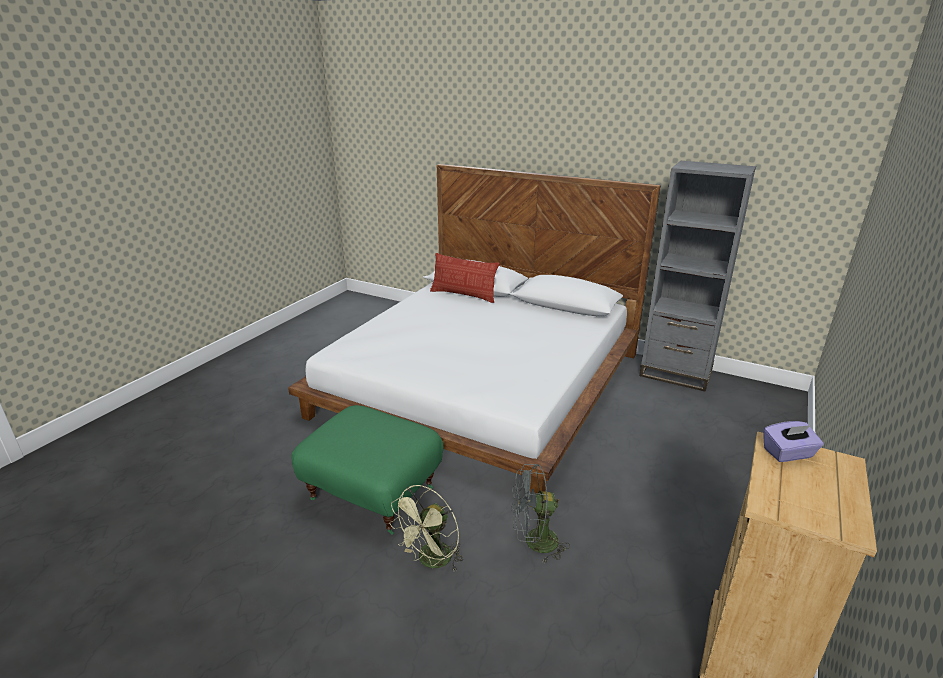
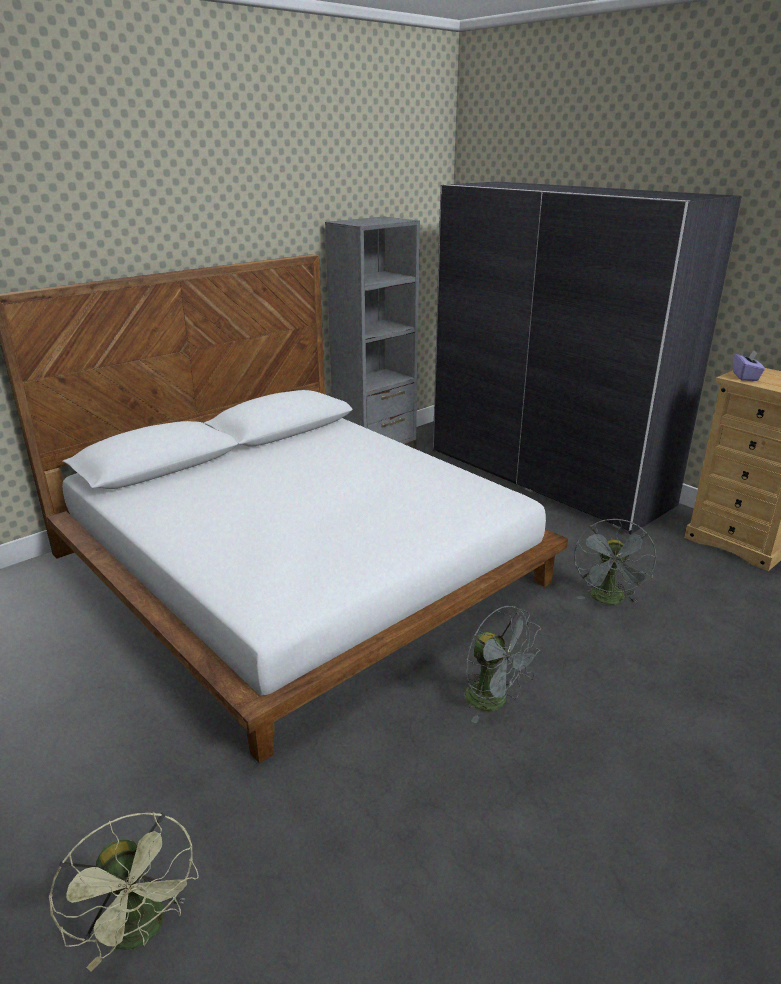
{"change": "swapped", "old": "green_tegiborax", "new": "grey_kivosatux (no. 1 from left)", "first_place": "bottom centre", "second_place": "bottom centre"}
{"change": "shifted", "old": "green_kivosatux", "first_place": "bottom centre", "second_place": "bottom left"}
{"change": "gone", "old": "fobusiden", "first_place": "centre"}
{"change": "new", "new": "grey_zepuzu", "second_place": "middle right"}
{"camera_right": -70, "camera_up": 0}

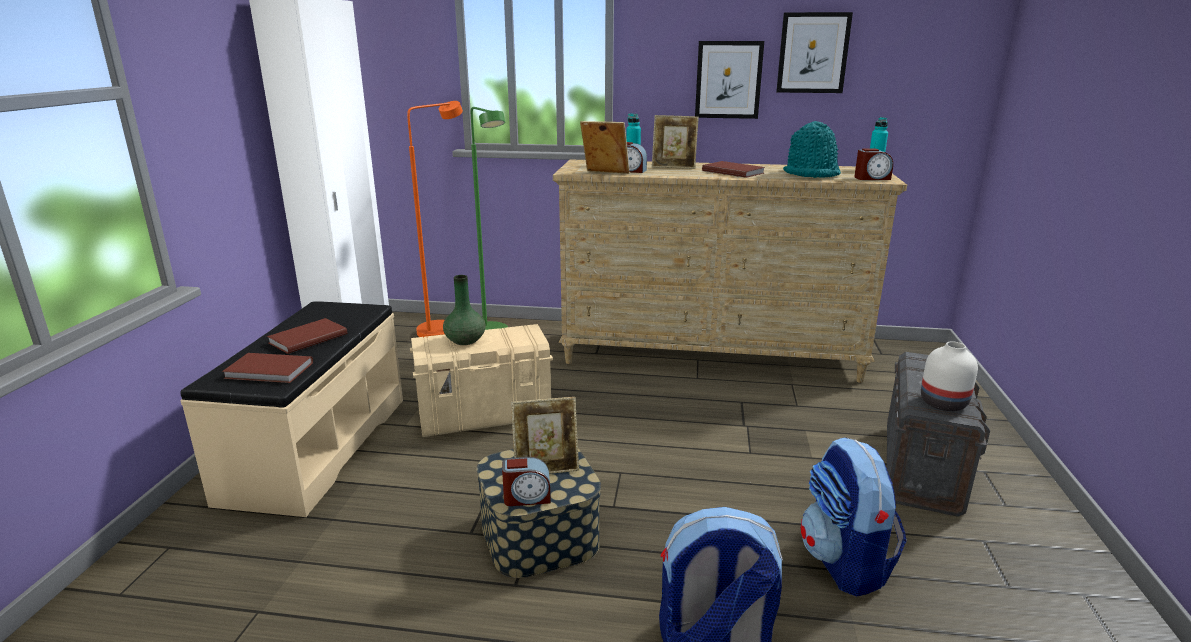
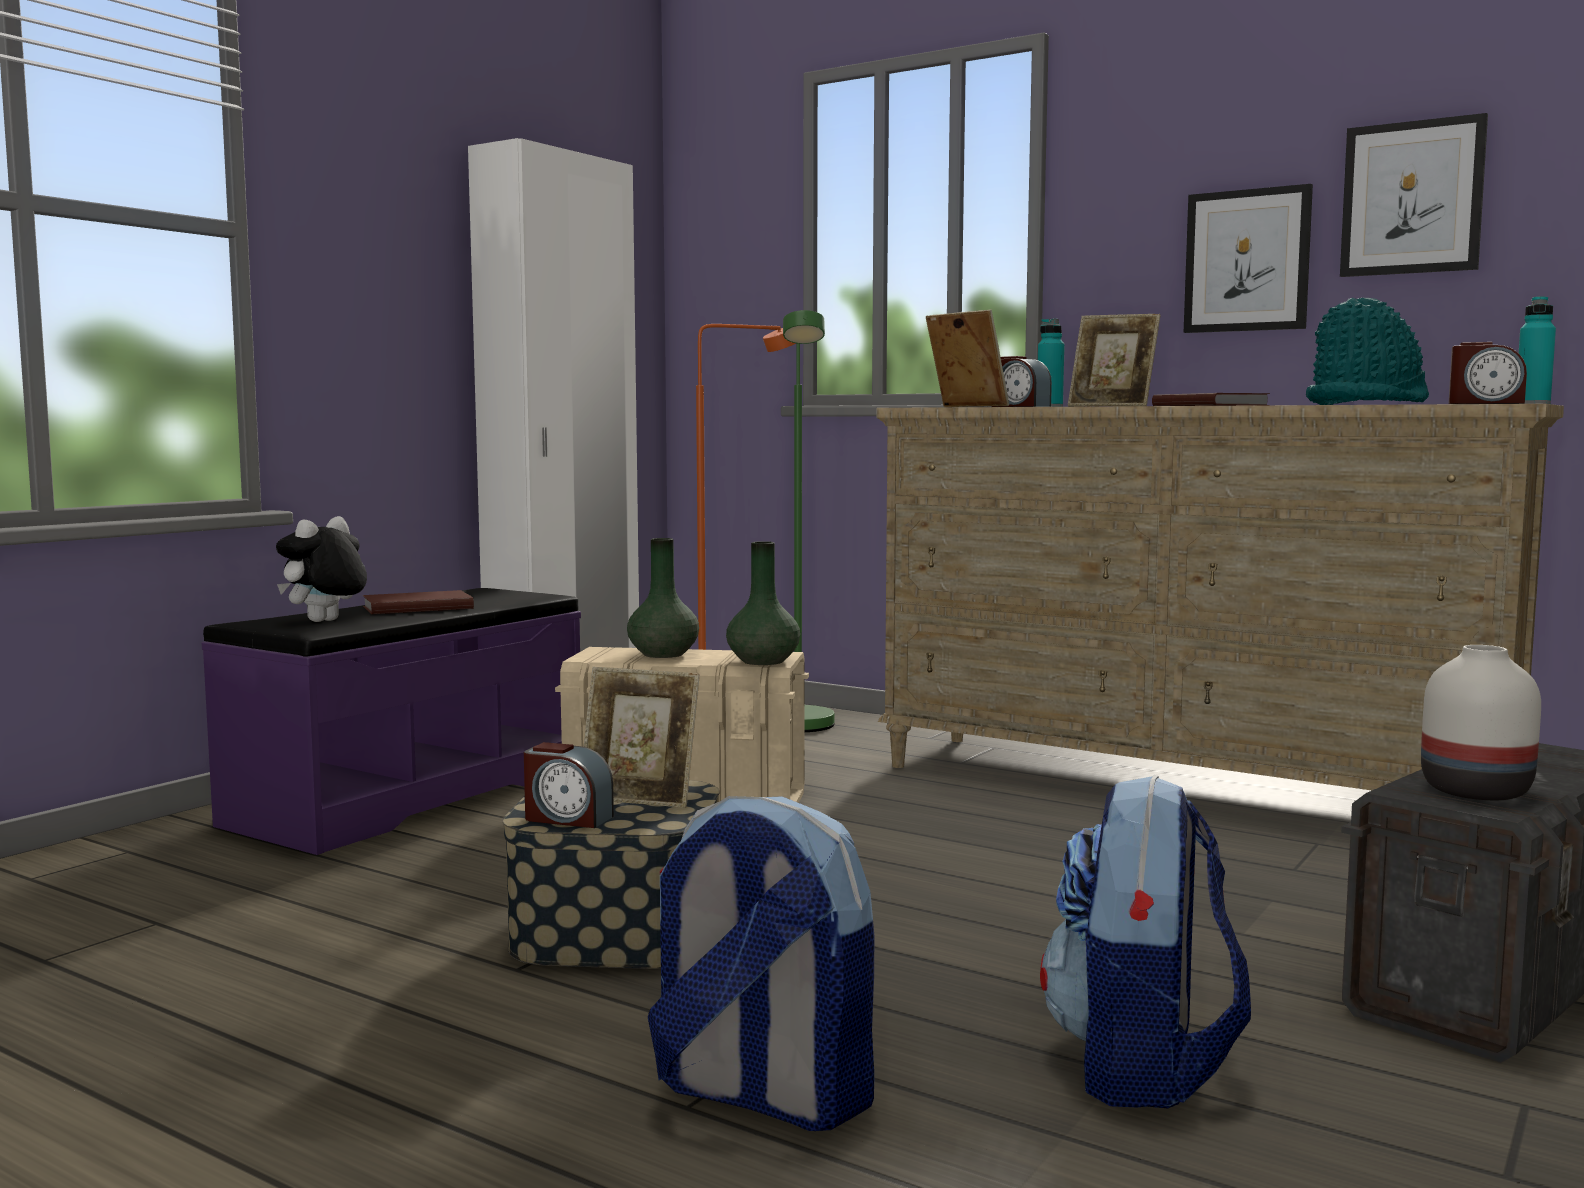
{"change": "repainted", "old": "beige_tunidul", "new": "purple_tunidul", "first_place": "middle left", "second_place": "middle left"}
{"change": "swapped", "old": "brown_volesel (no. 1 from left)", "new": "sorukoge", "first_place": "middle left", "second_place": "middle left"}
{"change": "new", "new": "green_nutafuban (no. 2 from left)", "second_place": "centre"}
{"camera_right": 25, "camera_up": -15}

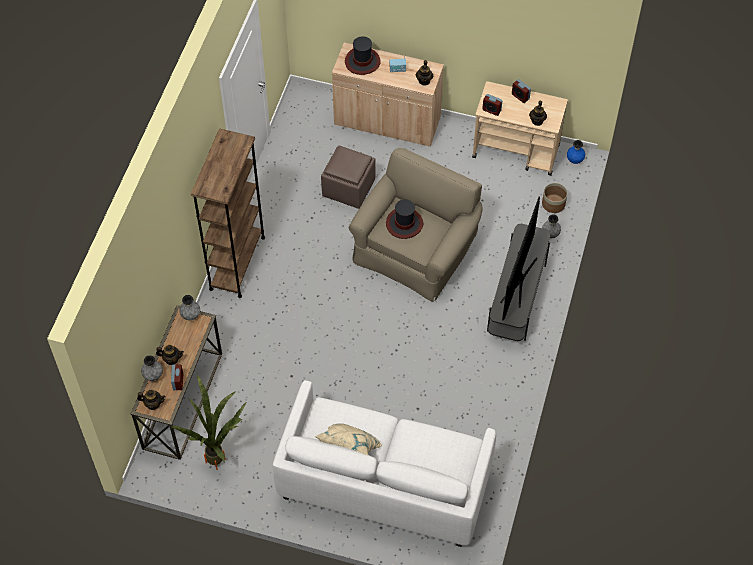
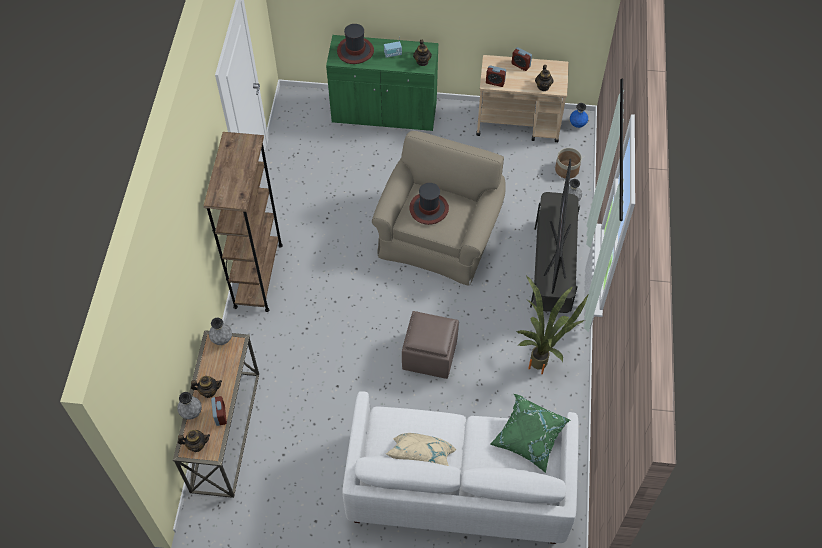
{"change": "shifted", "old": "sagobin", "first_place": "bottom left", "second_place": "middle right"}
{"change": "shifted", "old": "brown_tegiborax", "first_place": "top centre", "second_place": "centre"}
{"change": "repainted", "old": "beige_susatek", "new": "green_susatek", "first_place": "top centre", "second_place": "top centre"}
{"change": "new", "new": "green_fobusiden", "second_place": "bottom centre"}
{"camera_right": -10, "camera_up": 0}

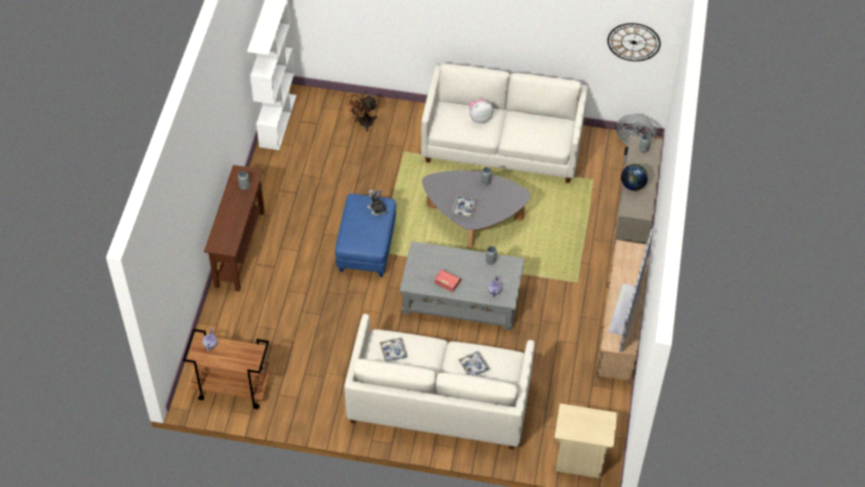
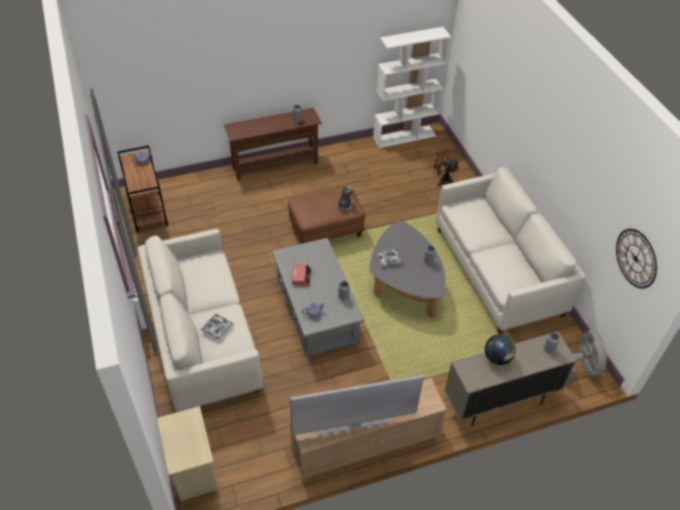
{"change": "repainted", "old": "blue_tegiborax", "new": "brown_tegiborax", "first_place": "centre", "second_place": "centre"}
{"change": "gone", "old": "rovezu (no. 1 from left)", "first_place": "bottom centre"}
{"change": "gone", "old": "sorukoge (no. 2 from left)", "first_place": "top centre"}
{"camera_right": 60, "camera_up": -5}

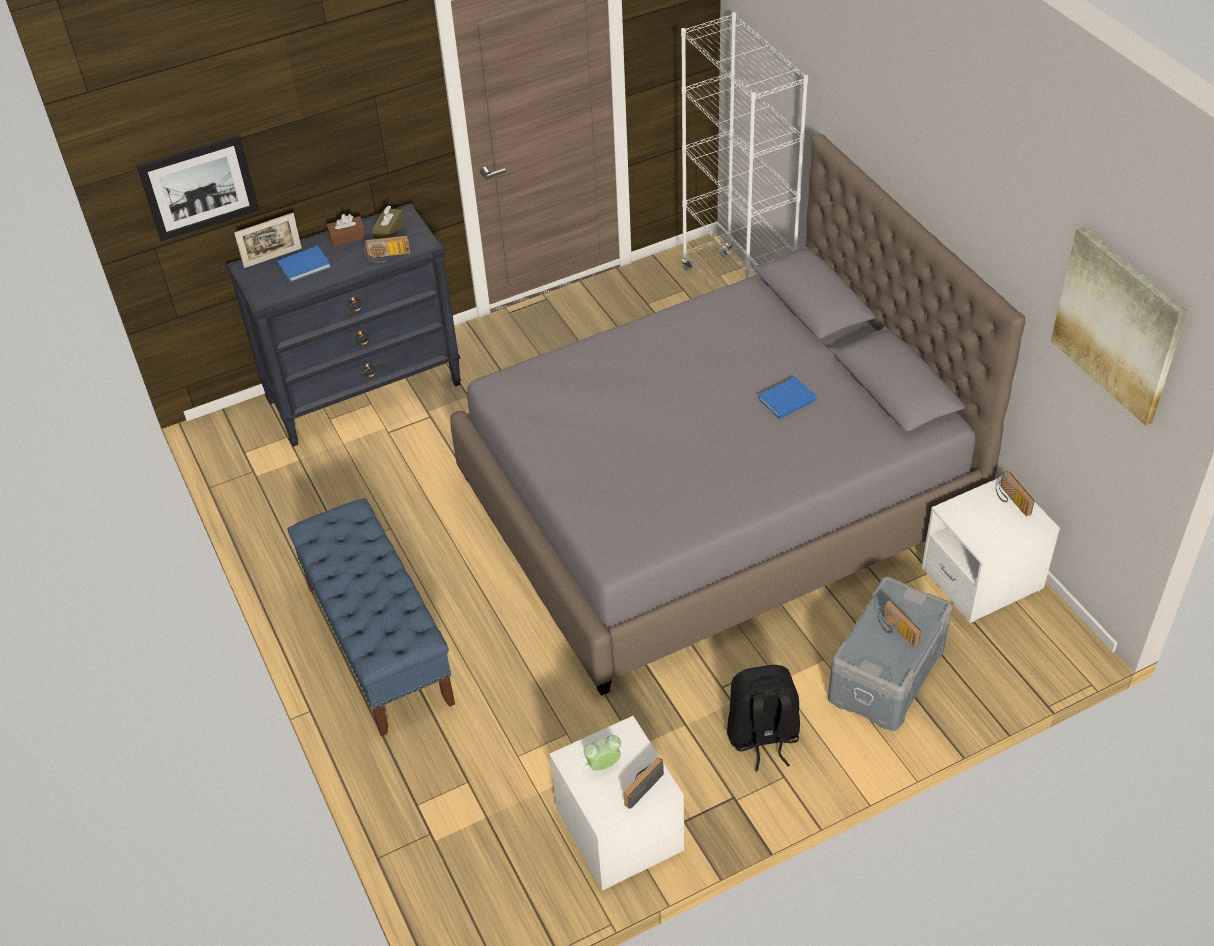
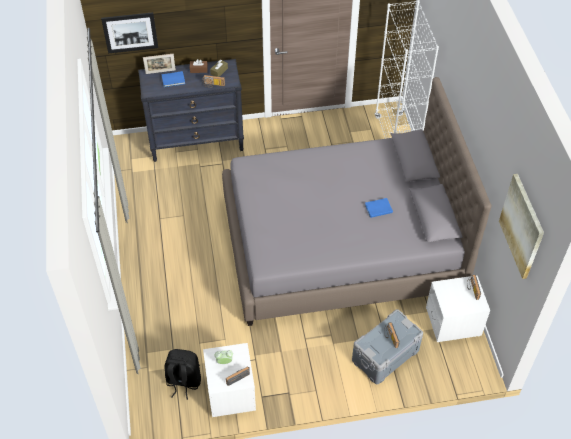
{"change": "gone", "old": "blue_tunidul", "first_place": "middle left"}
{"change": "shifted", "old": "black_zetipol", "first_place": "bottom centre", "second_place": "bottom left"}
{"camera_right": 15, "camera_up": 5}

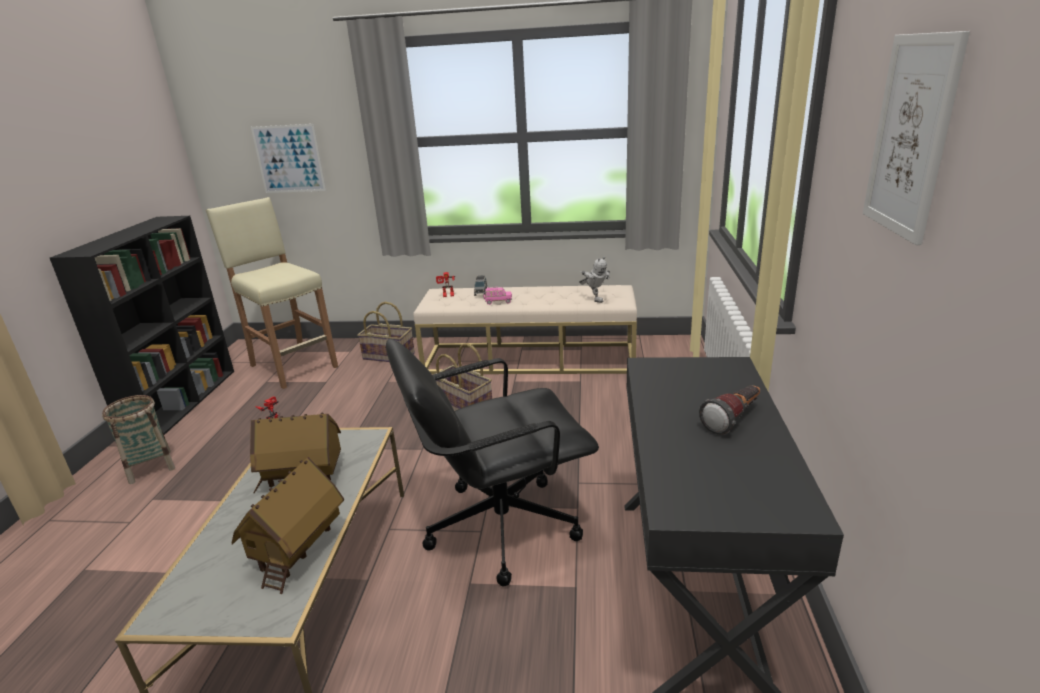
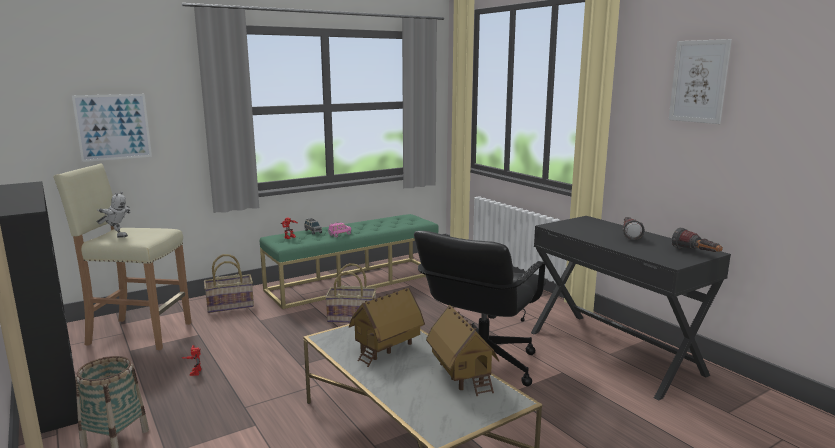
{"change": "repainted", "old": "beige_tunidul", "new": "green_tunidul", "first_place": "centre", "second_place": "centre"}
{"change": "shifted", "old": "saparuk (no. 3 from left in the first image)", "new": "saparuk (no. 1 from left)", "first_place": "centre", "second_place": "middle left"}
{"change": "new", "new": "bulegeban (no. 2 from left)", "second_place": "middle right"}
{"camera_right": -40, "camera_up": -10}

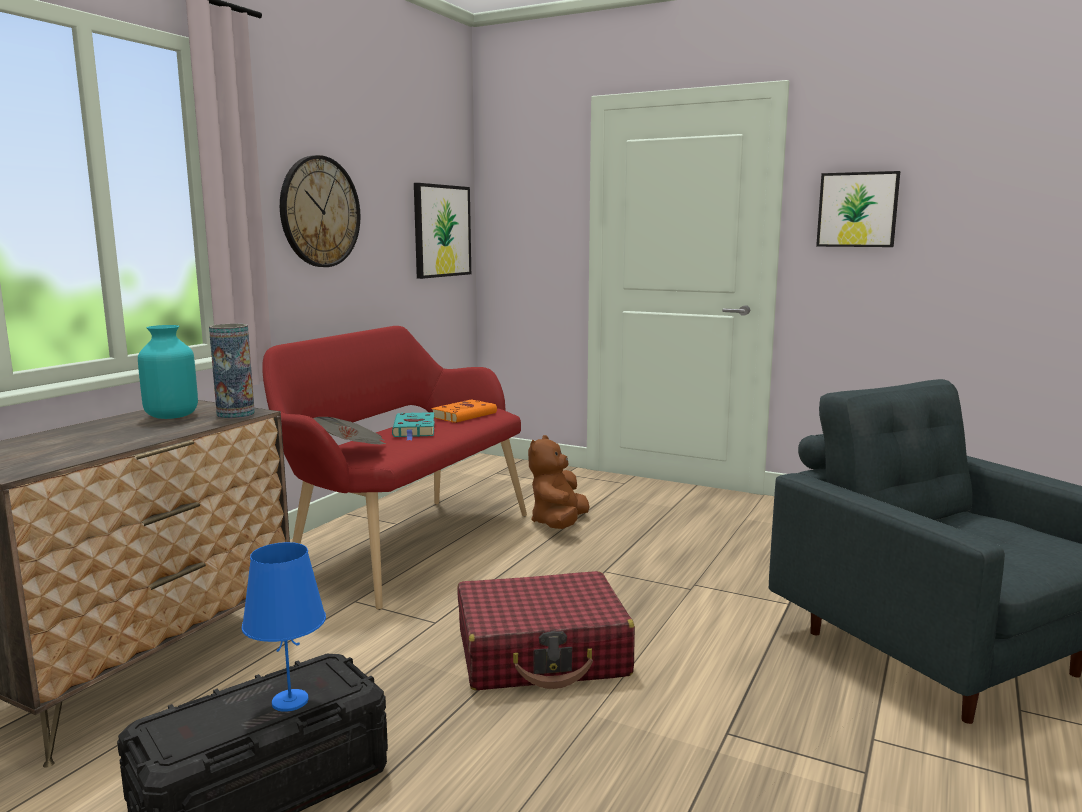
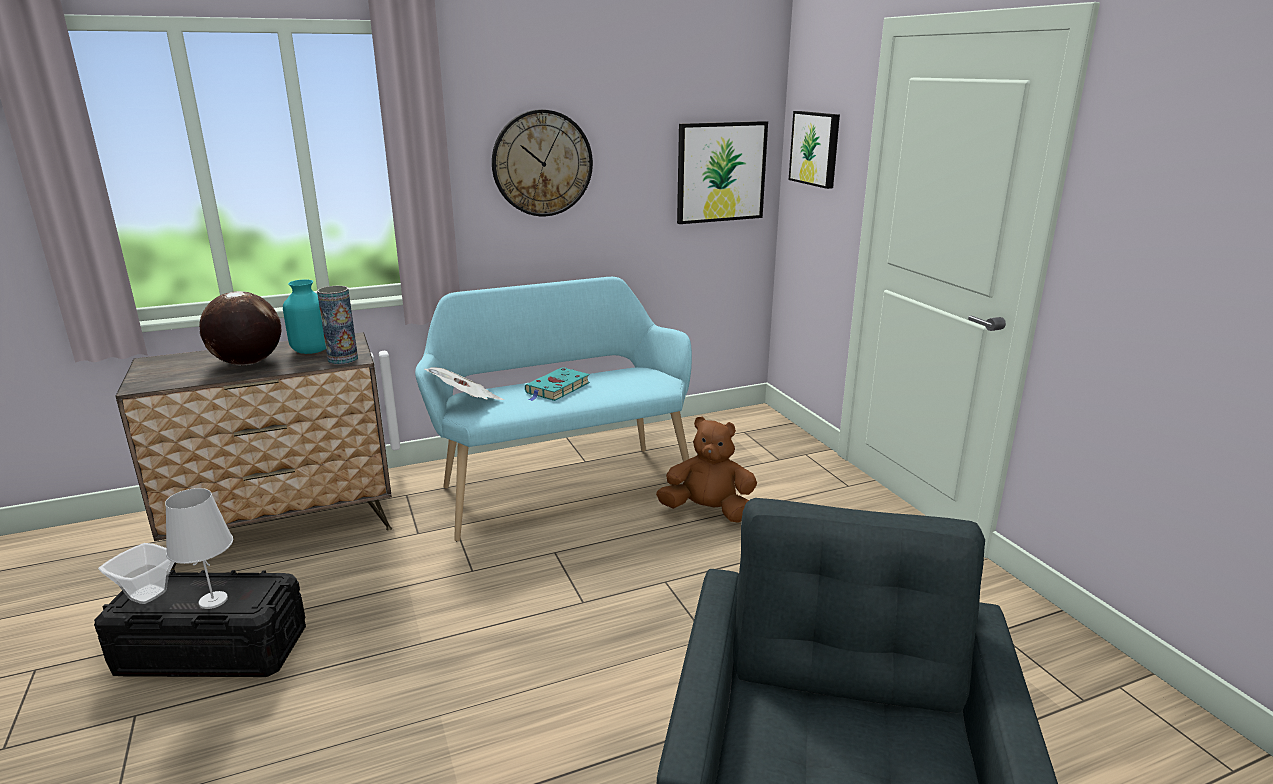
{"change": "repainted", "old": "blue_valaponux", "new": "white_valaponux", "first_place": "bottom left", "second_place": "bottom left"}
{"change": "repainted", "old": "red_tunidul", "new": "turquoise_tunidul", "first_place": "centre", "second_place": "centre"}
{"change": "gone", "old": "orange_volesel", "first_place": "centre"}
{"change": "gone", "old": "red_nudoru", "first_place": "bottom centre"}
{"change": "rotated", "old": "brown_sorukoge", "first_place": "centre", "second_place": "centre", "degrees": 45}
{"change": "shifted", "old": "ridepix (no. 2 from left)", "first_place": "top right", "second_place": "top centre"}
{"change": "new", "new": "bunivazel", "second_place": "bottom left"}
{"change": "new", "new": "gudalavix", "second_place": "middle left"}
{"camera_right": 40, "camera_up": 10}

